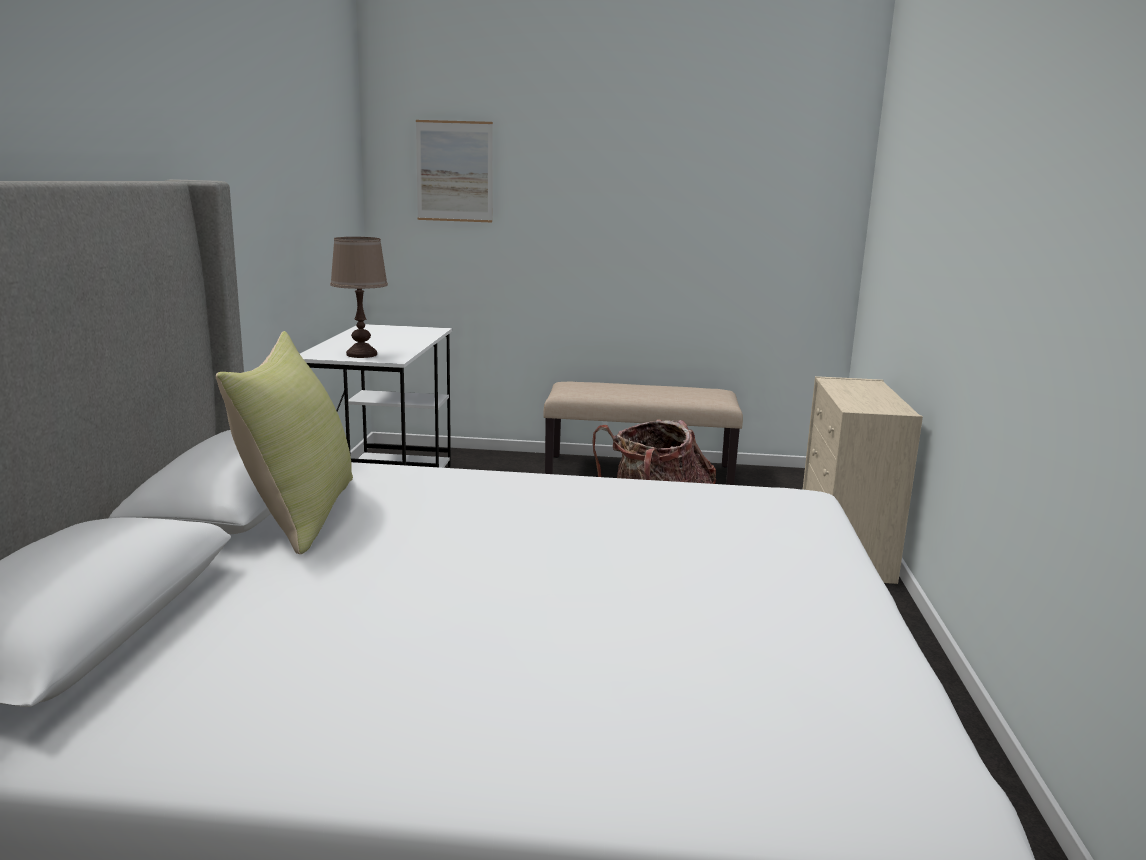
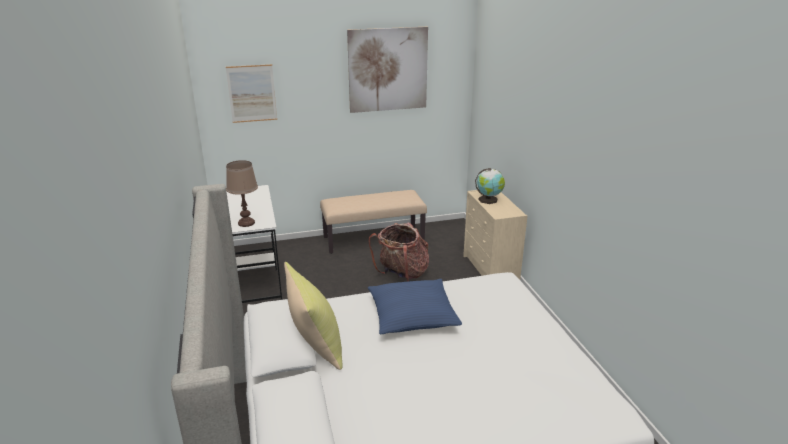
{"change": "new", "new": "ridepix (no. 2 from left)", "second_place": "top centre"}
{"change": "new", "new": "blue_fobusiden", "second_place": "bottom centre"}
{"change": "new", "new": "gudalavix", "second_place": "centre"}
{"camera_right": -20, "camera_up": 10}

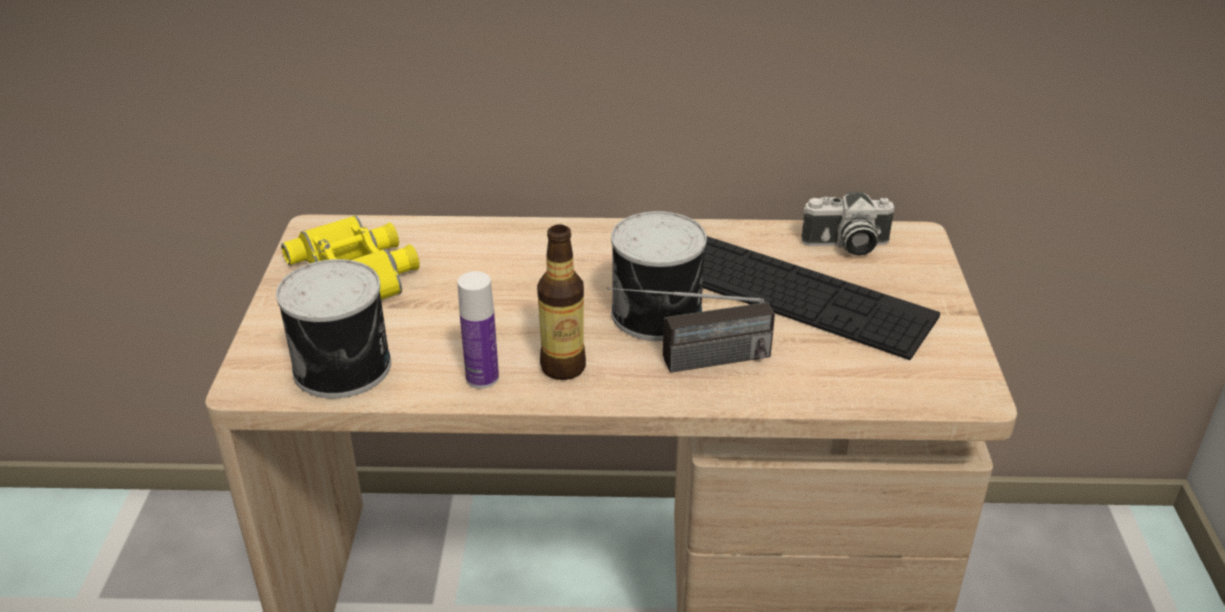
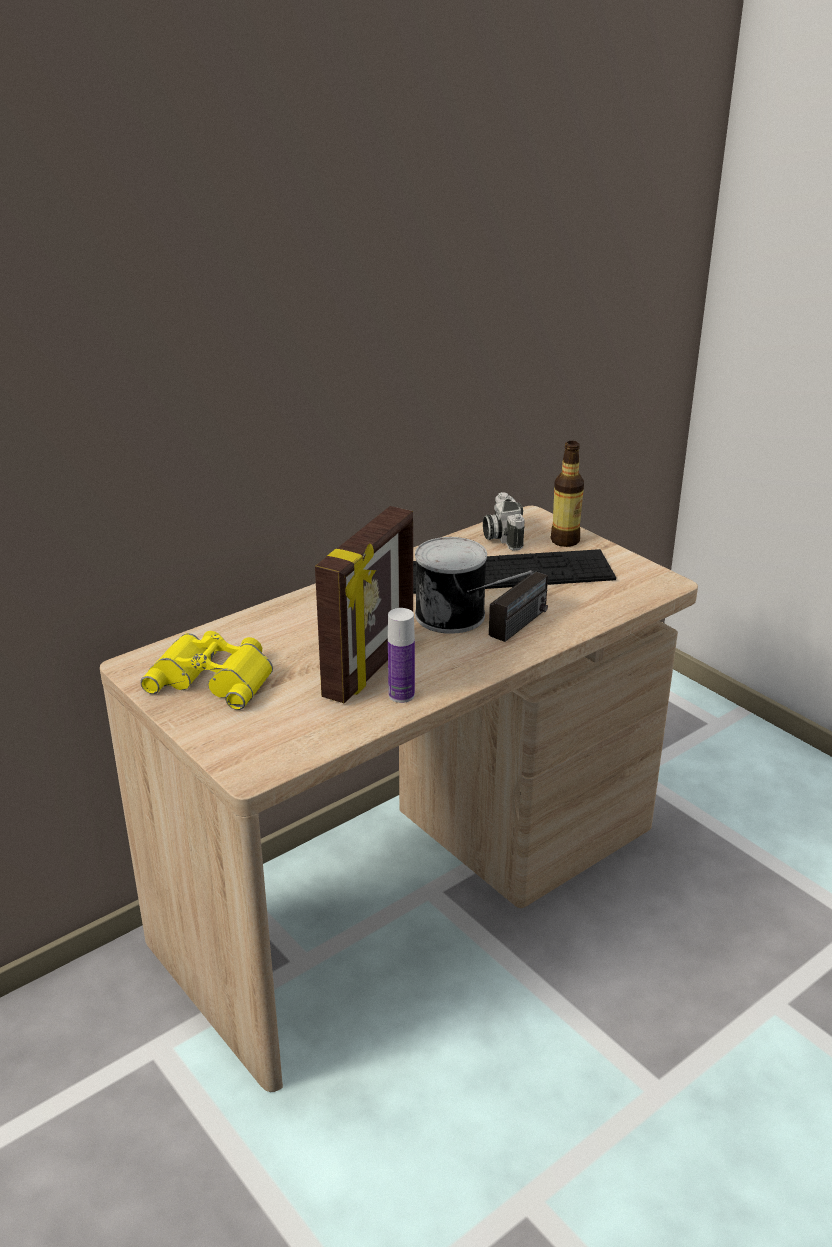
{"change": "gone", "old": "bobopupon (no. 1 from left)", "first_place": "middle left"}
{"change": "shifted", "old": "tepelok (no. 2 from left)", "first_place": "centre", "second_place": "middle right"}
{"change": "rotated", "old": "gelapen", "first_place": "middle right", "second_place": "centre", "degrees": 120}
{"change": "new", "new": "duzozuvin", "second_place": "centre"}
{"camera_right": -40, "camera_up": -5}

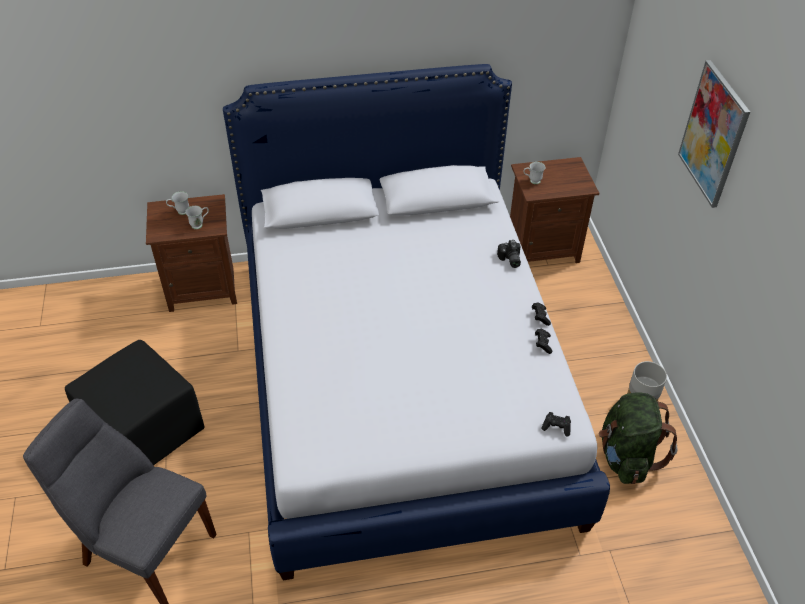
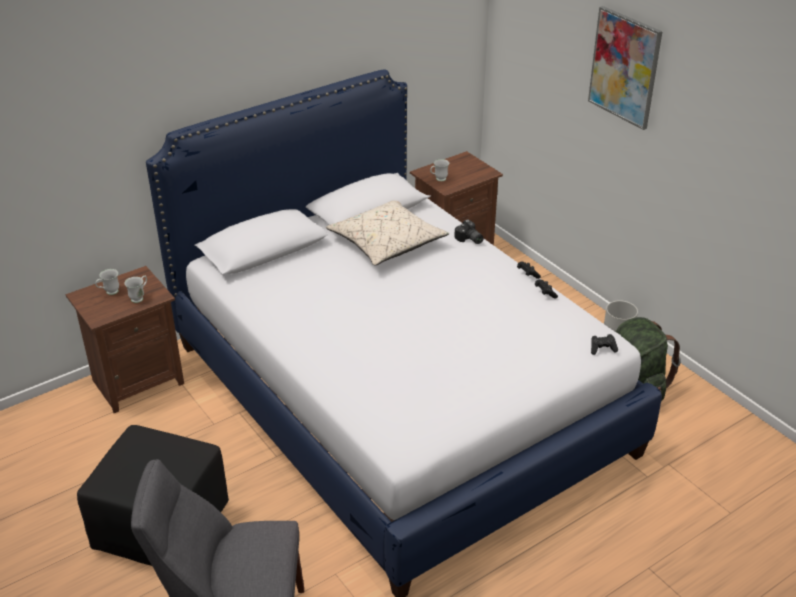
{"change": "new", "new": "beige_fobusiden", "second_place": "centre"}
{"camera_right": -25, "camera_up": -10}

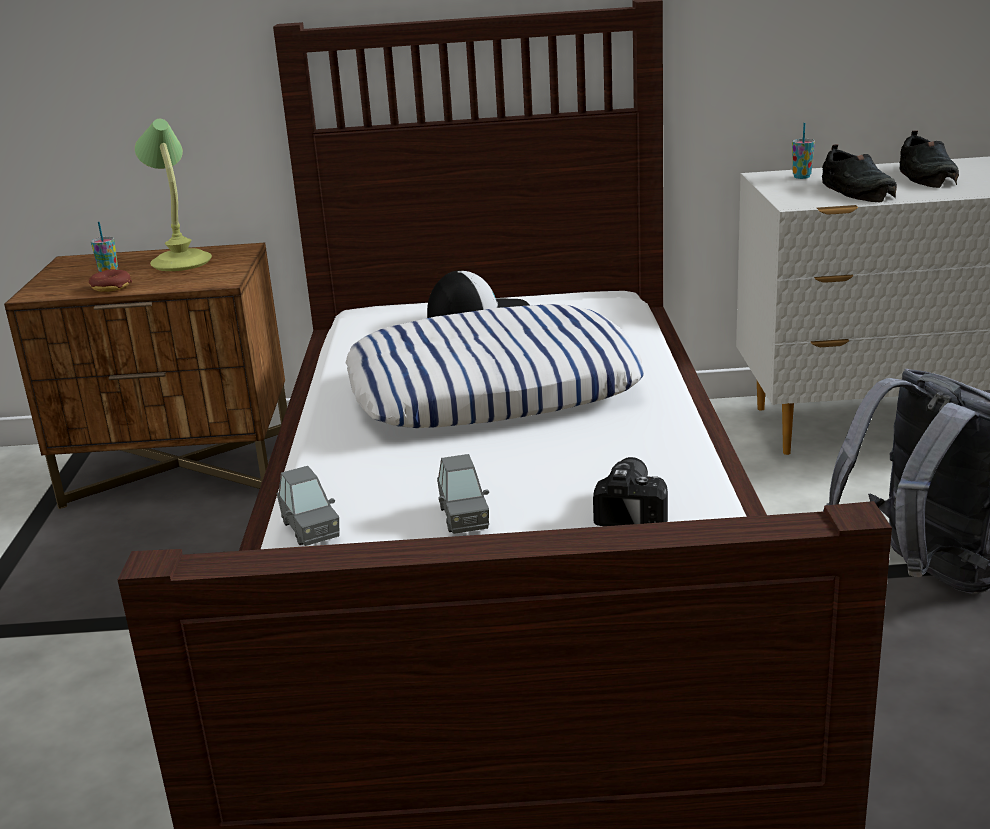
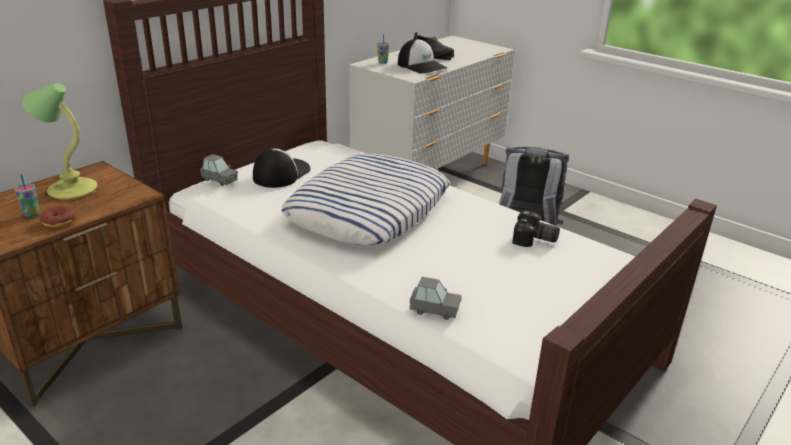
{"change": "shifted", "old": "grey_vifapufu (no. 2 from left in the first image)", "new": "grey_vifapufu (no. 1 from left)", "first_place": "centre", "second_place": "middle left"}
{"change": "rotated", "old": "gelapen", "first_place": "centre", "second_place": "middle right", "degrees": 150}
{"change": "swapped", "old": "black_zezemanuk (no. 1 from left)", "new": "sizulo (no. 2 from left)", "first_place": "top right", "second_place": "top centre"}
{"camera_right": -50, "camera_up": 5}

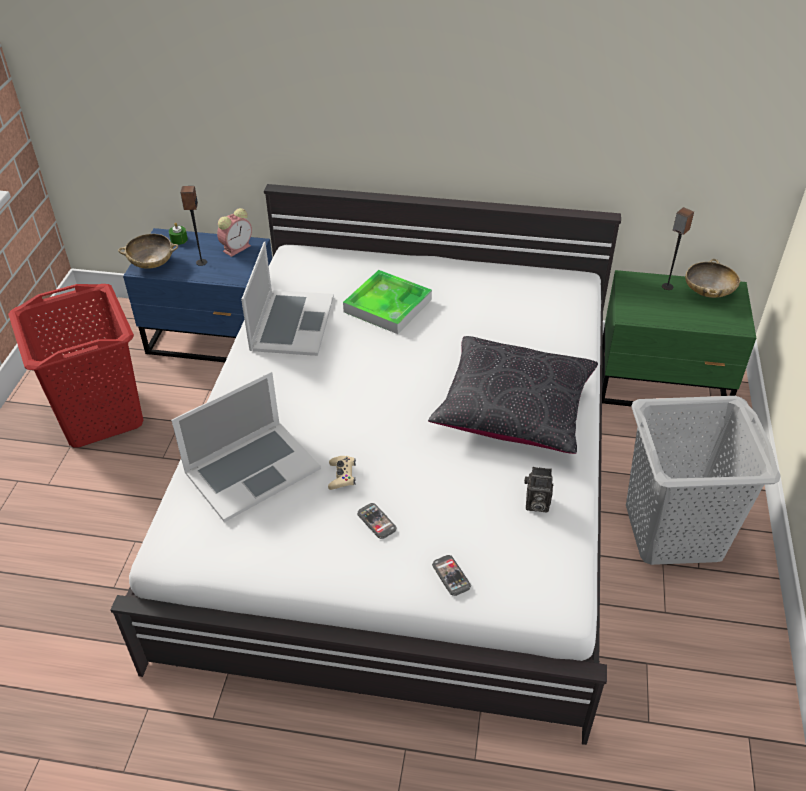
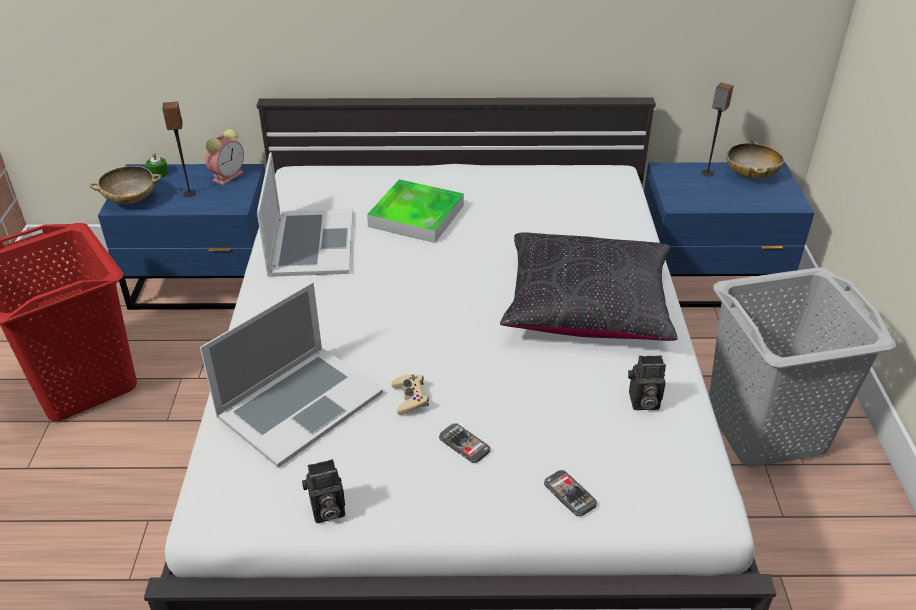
{"change": "repainted", "old": "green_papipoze", "new": "blue_papipoze (no. 2 from left)", "first_place": "middle right", "second_place": "middle right"}
{"change": "new", "new": "gelapen (no. 1 from left)", "second_place": "bottom centre"}
{"camera_right": -10, "camera_up": -5}

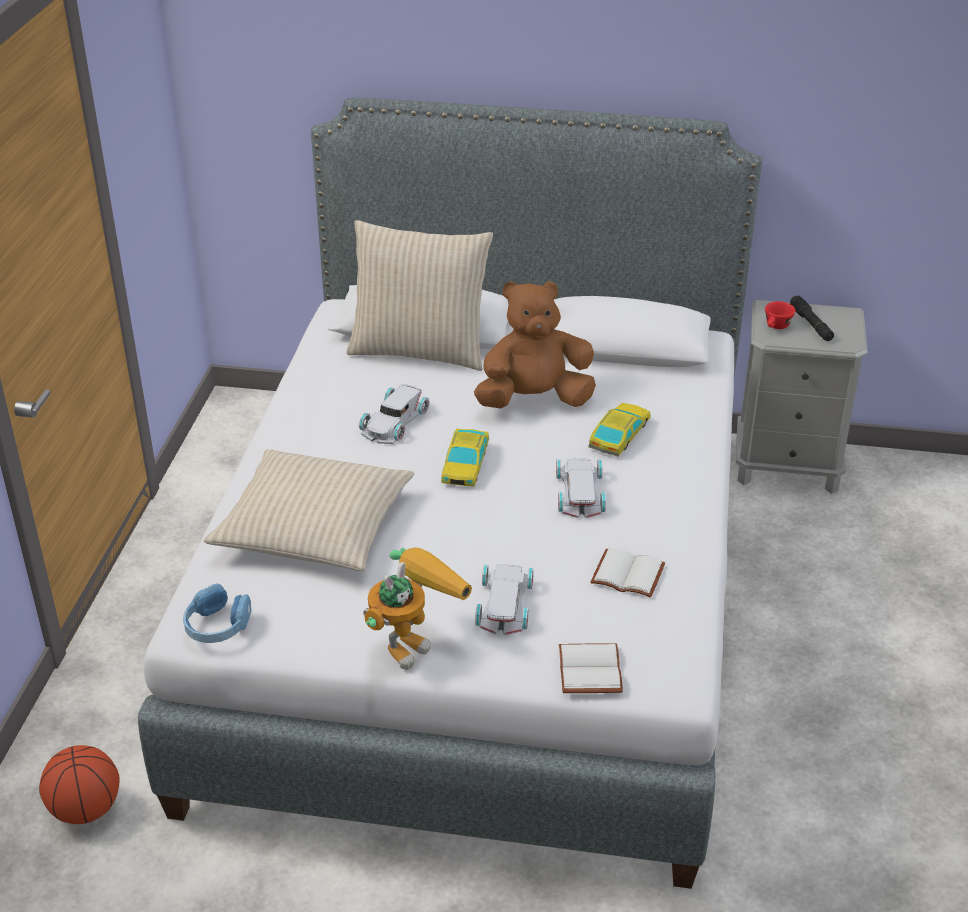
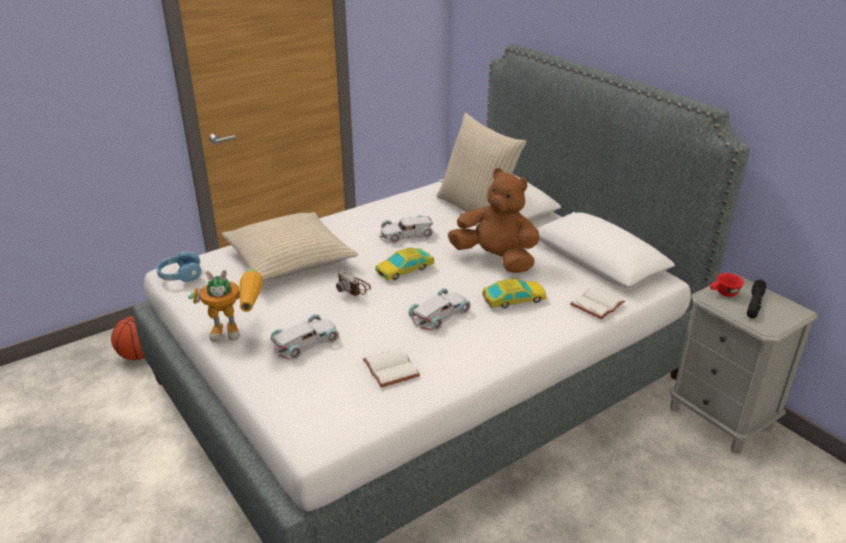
{"change": "shifted", "old": "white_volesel (no. 1 from left in the first image)", "new": "white_volesel (no. 2 from left)", "first_place": "bottom centre", "second_place": "middle right"}
{"change": "new", "new": "gelapen", "second_place": "centre"}
{"camera_right": 45, "camera_up": -5}

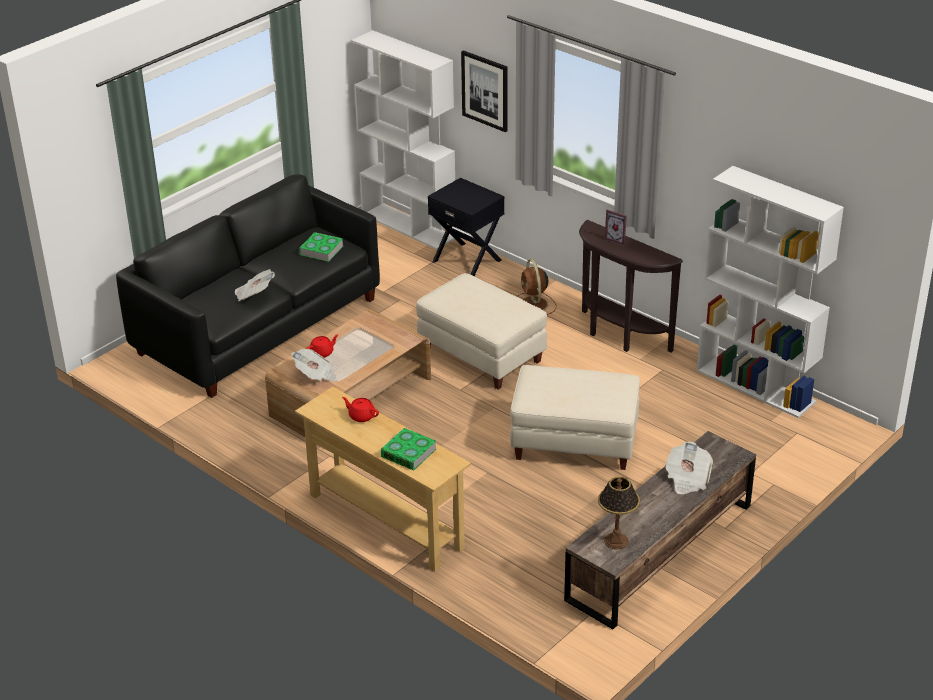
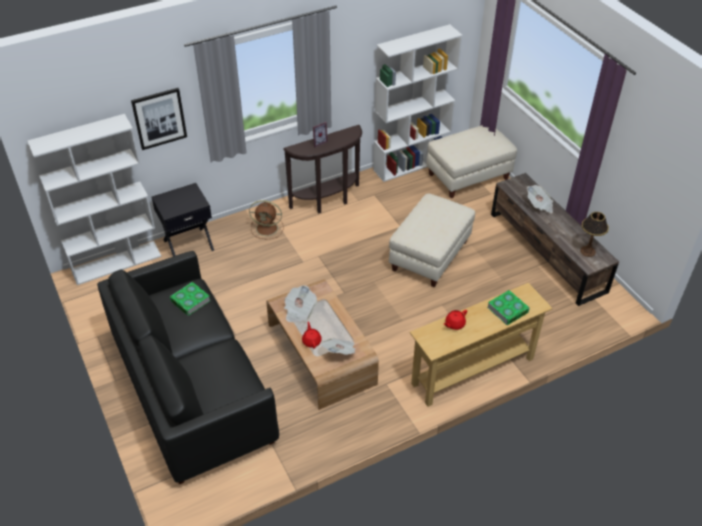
{"change": "shifted", "old": "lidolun (no. 1 from left)", "first_place": "middle left", "second_place": "centre"}
{"change": "shifted", "old": "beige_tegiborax (no. 1 from left in the first image)", "new": "beige_tegiborax (no. 2 from left)", "first_place": "centre", "second_place": "top right"}
{"camera_right": -70, "camera_up": 10}

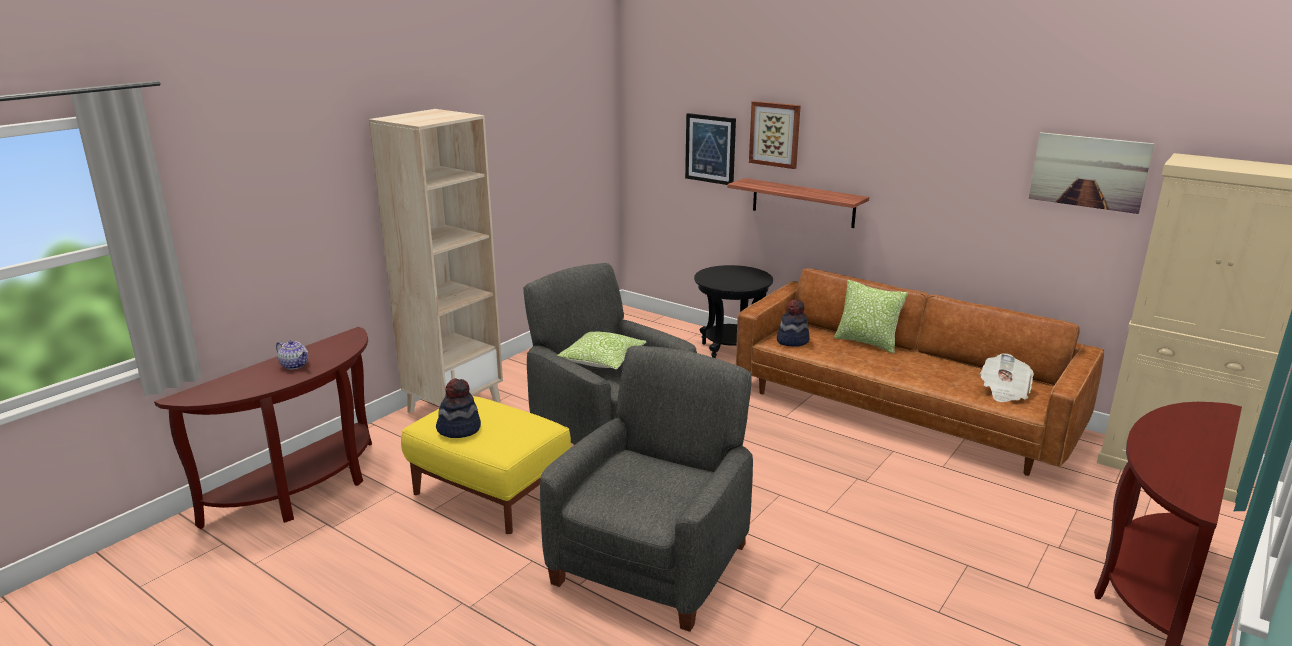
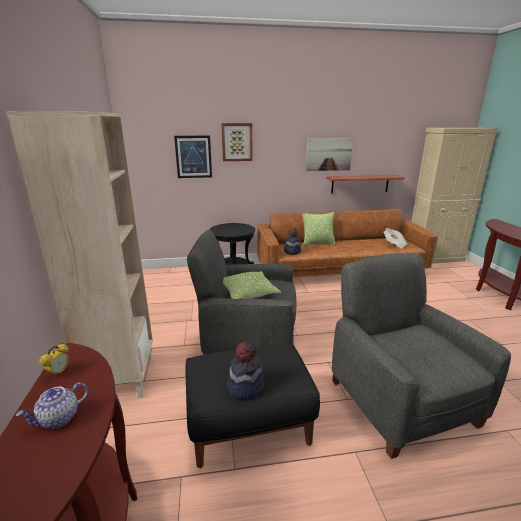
{"change": "rotated", "old": "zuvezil", "first_place": "middle left", "second_place": "bottom left", "degrees": 150}
{"change": "repainted", "old": "yellow_tegiborax", "new": "black_tegiborax", "first_place": "bottom centre", "second_place": "bottom centre"}
{"change": "shifted", "old": "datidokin", "first_place": "top centre", "second_place": "middle right"}
{"change": "shifted", "old": "ridepix (no. 3 from left)", "first_place": "top right", "second_place": "top centre"}
{"change": "new", "new": "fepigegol", "second_place": "bottom left"}
{"camera_right": -45, "camera_up": 0}

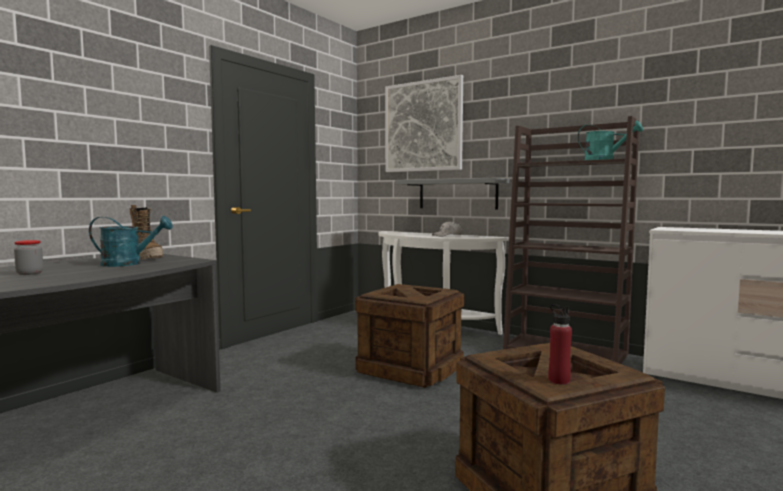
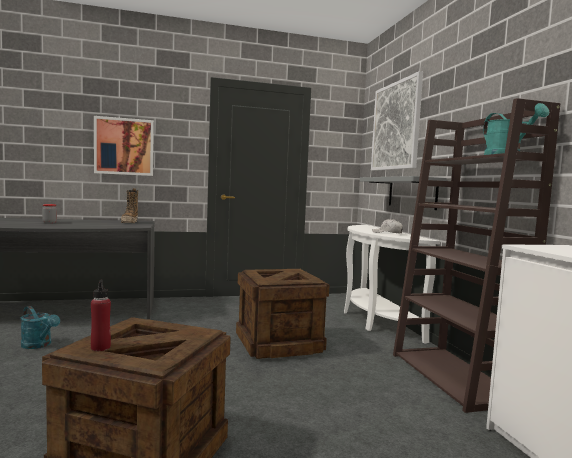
{"change": "shifted", "old": "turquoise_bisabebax (no. 1 from left)", "first_place": "middle left", "second_place": "bottom left"}
{"change": "new", "new": "ridepix (no. 1 from left)", "second_place": "top left"}
{"camera_right": 40, "camera_up": 0}

